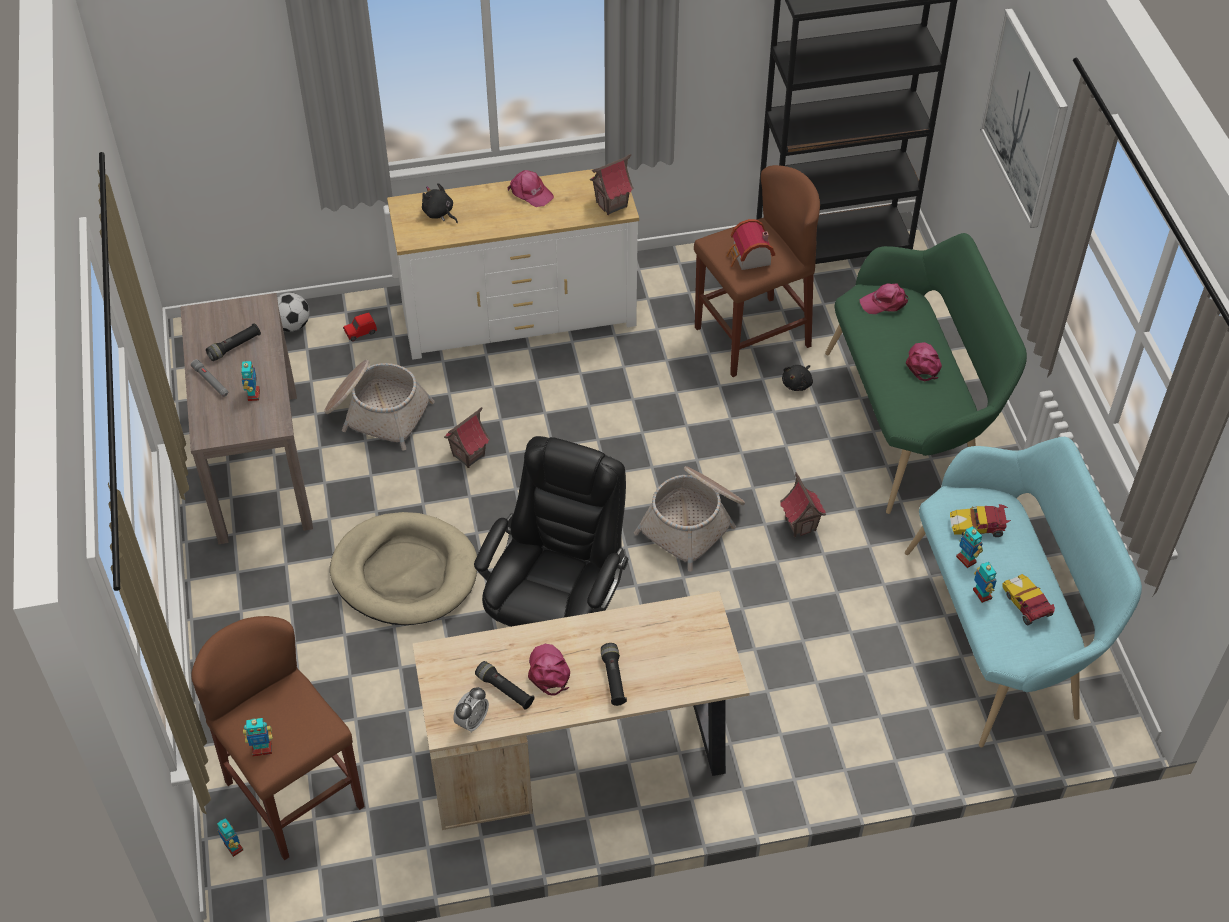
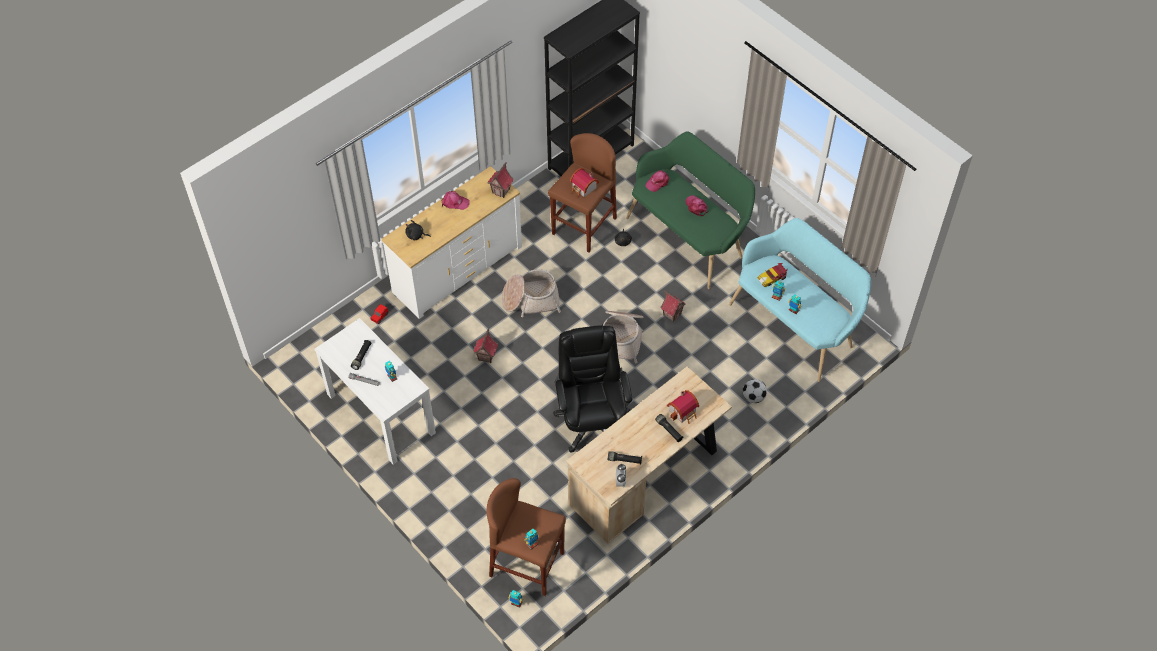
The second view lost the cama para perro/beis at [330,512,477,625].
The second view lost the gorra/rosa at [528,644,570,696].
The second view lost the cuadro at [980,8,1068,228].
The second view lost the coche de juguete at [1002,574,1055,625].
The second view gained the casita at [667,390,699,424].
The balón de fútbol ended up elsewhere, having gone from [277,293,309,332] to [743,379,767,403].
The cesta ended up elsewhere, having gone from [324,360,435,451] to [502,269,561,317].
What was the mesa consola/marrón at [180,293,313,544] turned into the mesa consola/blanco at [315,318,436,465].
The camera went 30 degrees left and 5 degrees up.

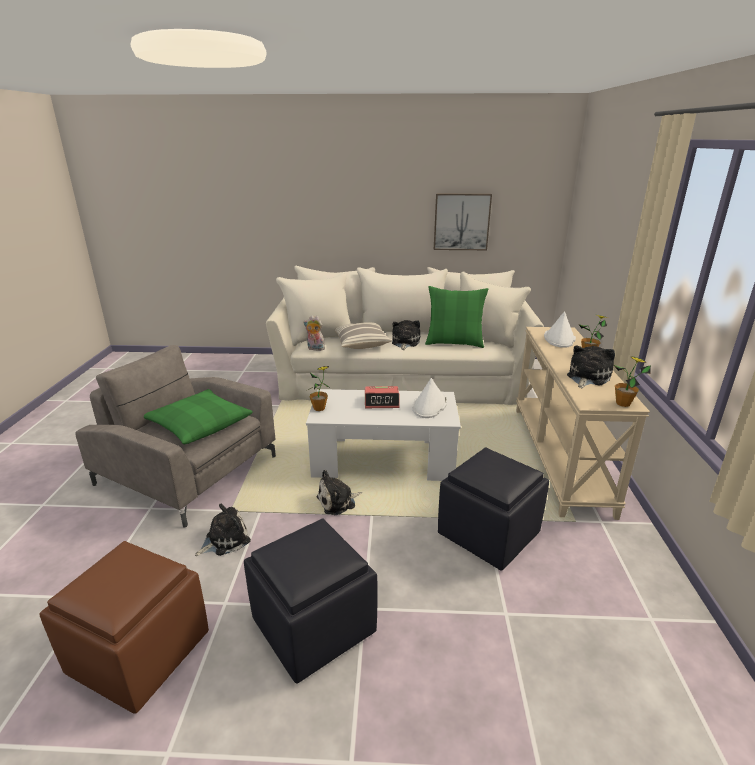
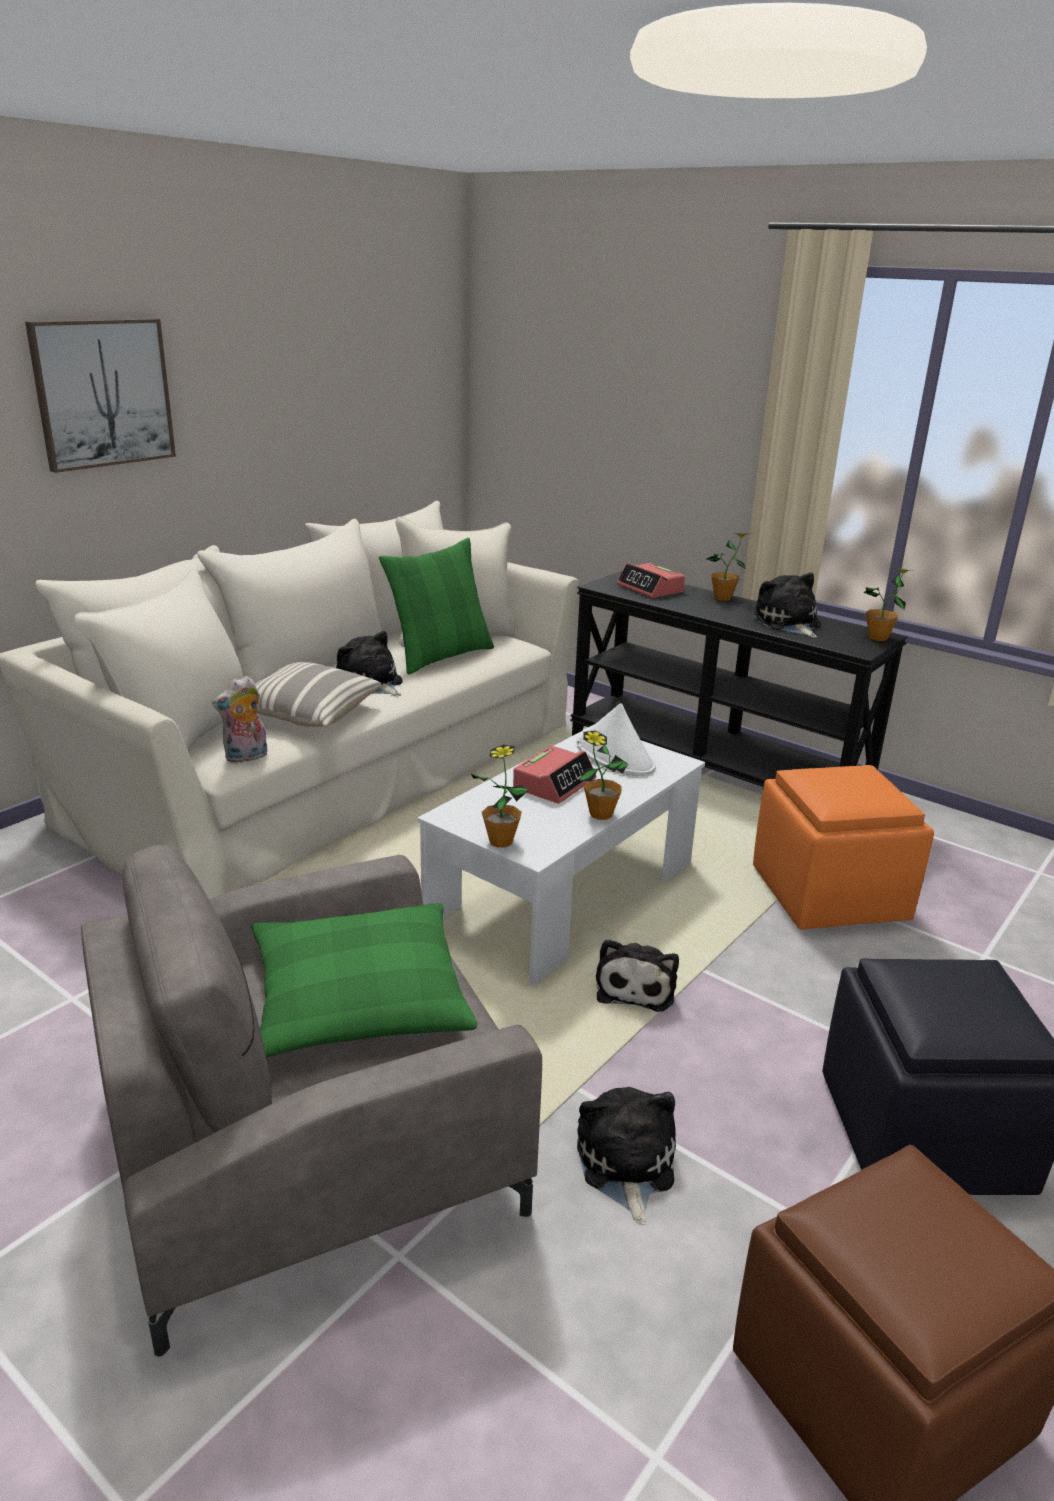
The second view gained the planta en maceta at [579,731,628,820].
The cuadro ended up elsewhere, having gone from [434,194,492,250] to [25,319,176,473].
Where the sombrero/blanco stood at [544,311,576,348], the despertador came to stand at [617,563,685,598].
What was the puf/negro at [438,447,549,571] turned into the puf/naranja at [753,765,934,930].
What was the mesa consola/beis at [516,327,650,520] turned into the mesa consola/negro at [570,571,908,787].
The camera went 55 degrees left and 0 degrees up.

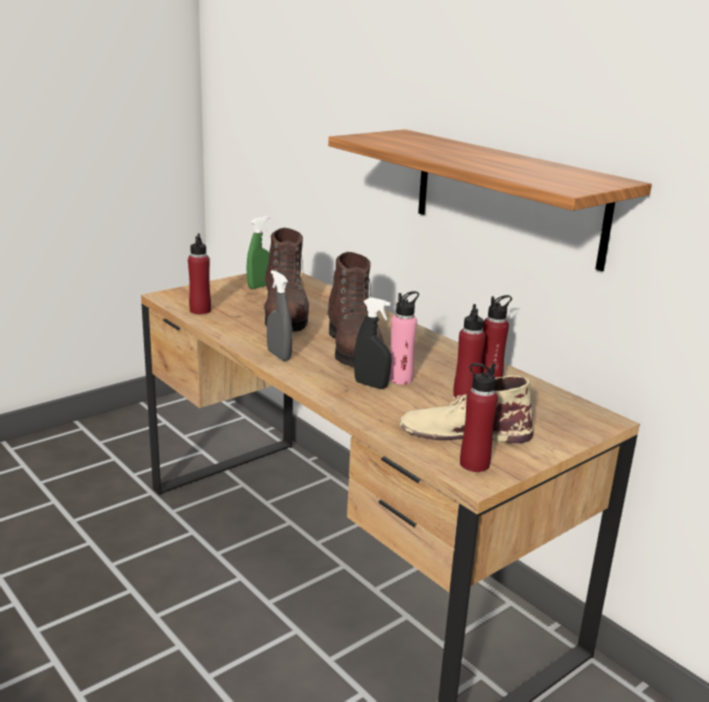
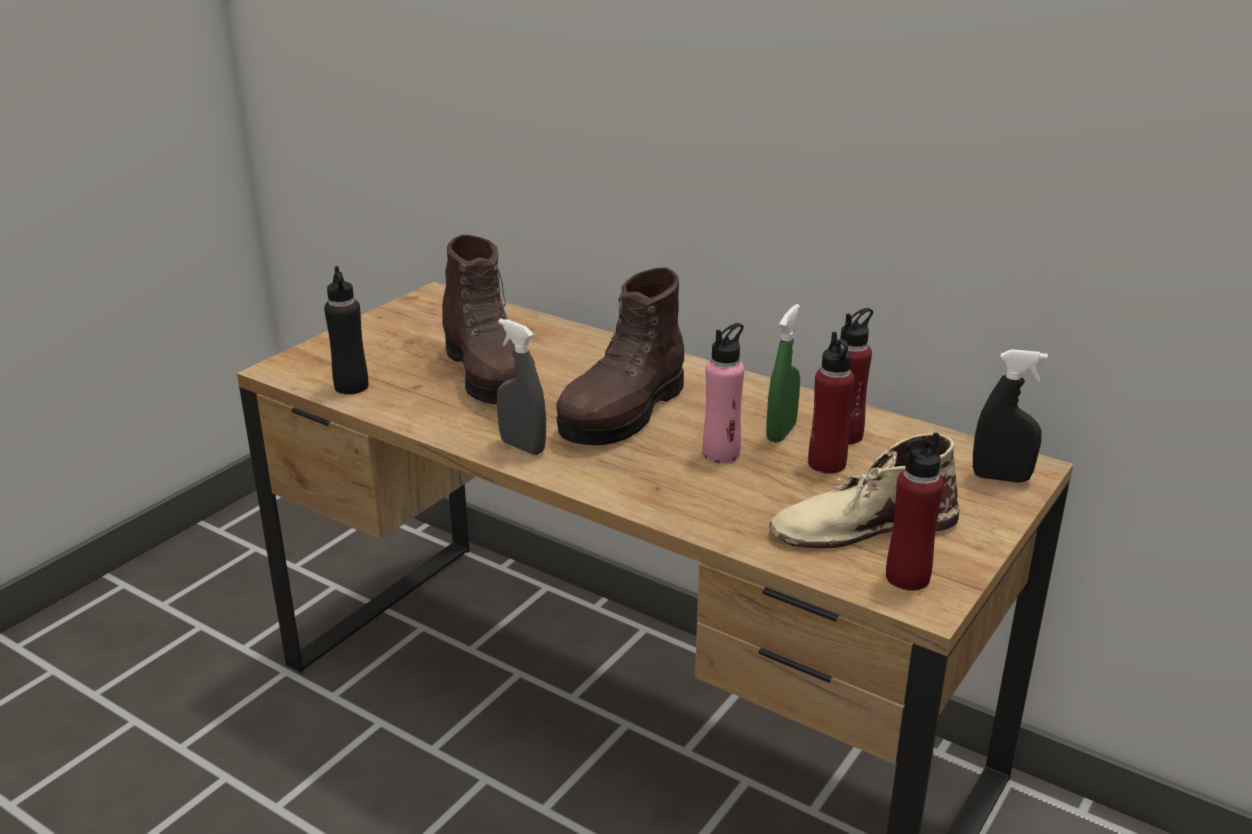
The second view lost the estante at [328,129,652,271].
The pulverizador/verde ended up elsewhere, having gone from [246,216,270,289] to [766,304,800,443].
The pulverizador/negro ended up elsewhere, having gone from [354,297,391,389] to [973,349,1048,482].
What was the botella/rojo at [188,233,211,315] turned into the botella/negro at [324,266,368,394].
The bota/marrón at [327,252,384,367] ended up facing another way, 60 degrees clockwise from before.
The camera went 15 degrees left and 5 degrees up.

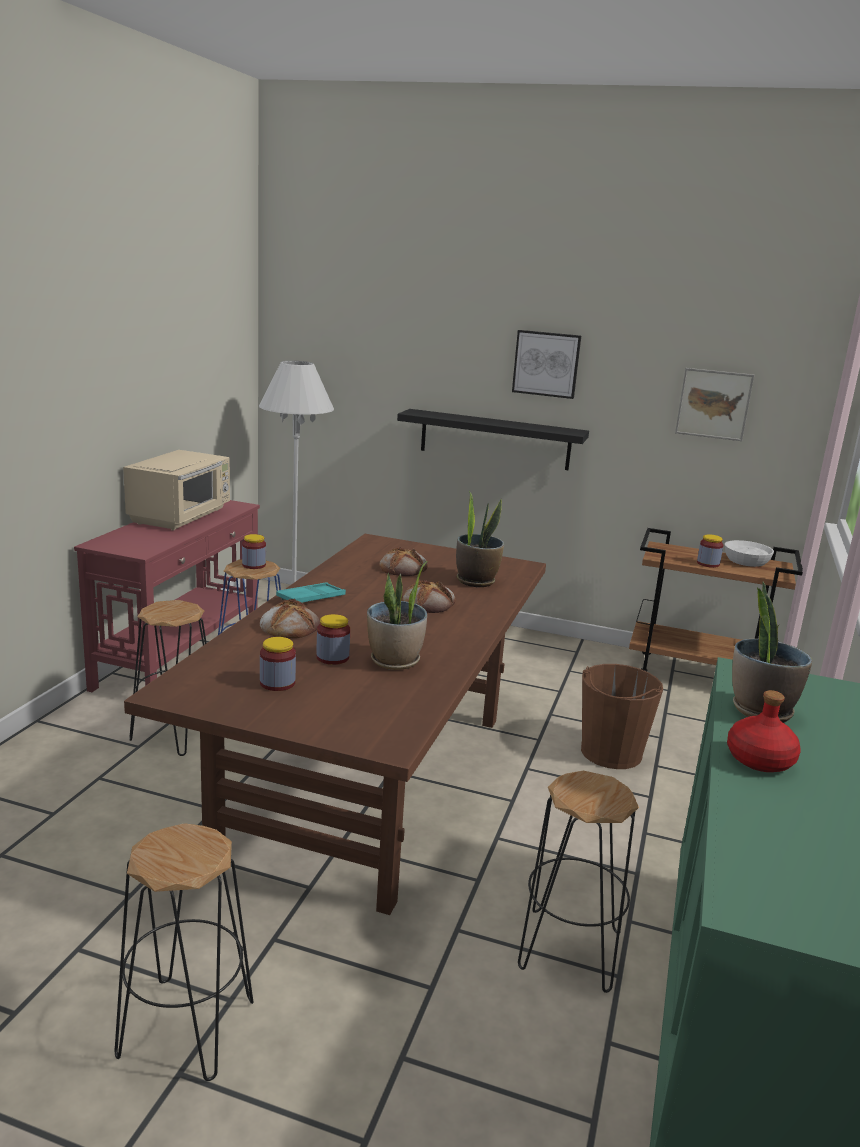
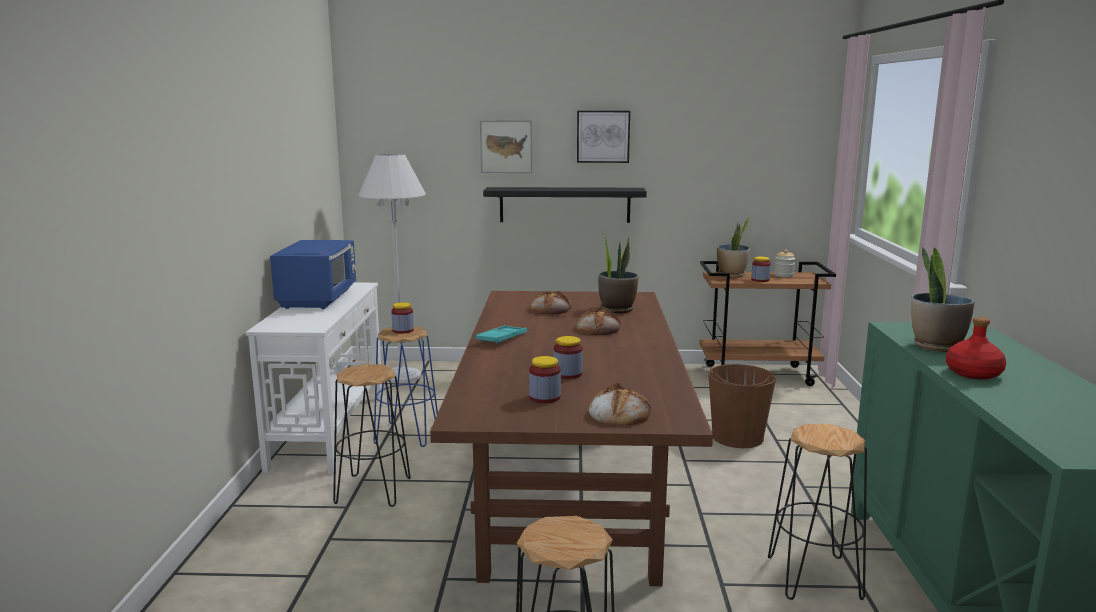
The pan ended up elsewhere, having gone from [260,599,320,638] to [589,383,651,426].
The planta en maceta ended up elsewhere, having gone from [367,561,428,670] to [717,216,751,278].
The cuadro ended up elsewhere, having gone from [675,368,754,441] to [480,120,532,173].
Where the cuenco/blanco stood at [725,540,774,567], the tarro came to stand at [774,250,795,277].
What was the mesa consola/rojo at [74,500,260,692] turned into the mesa consola/blanco at [246,283,383,474].
What was the microondas/beis at [123,450,230,530] turned into the microondas/azul at [270,240,356,309].
The camera went 15 degrees left and 5 degrees down.

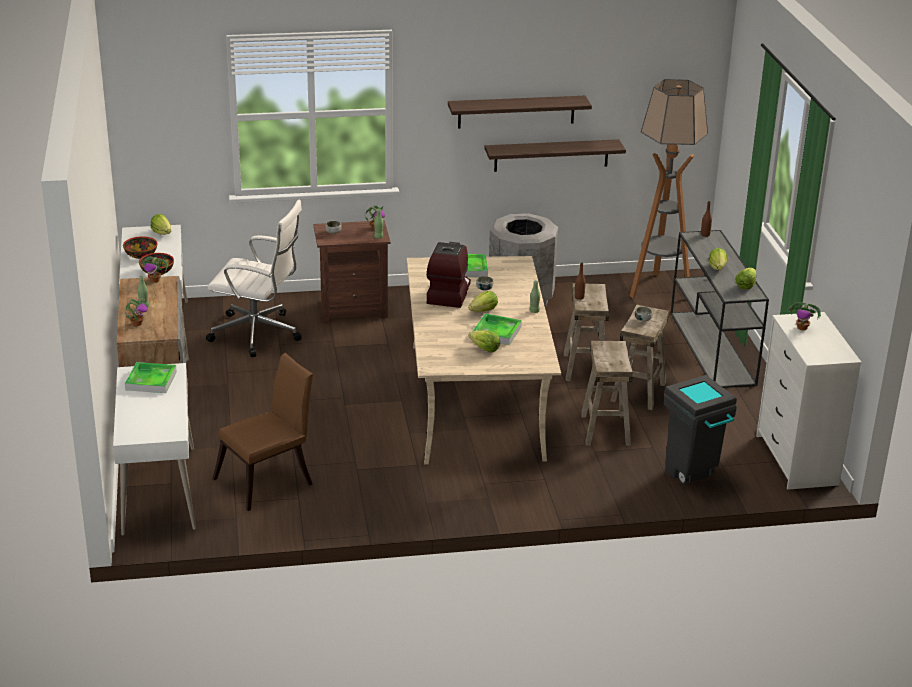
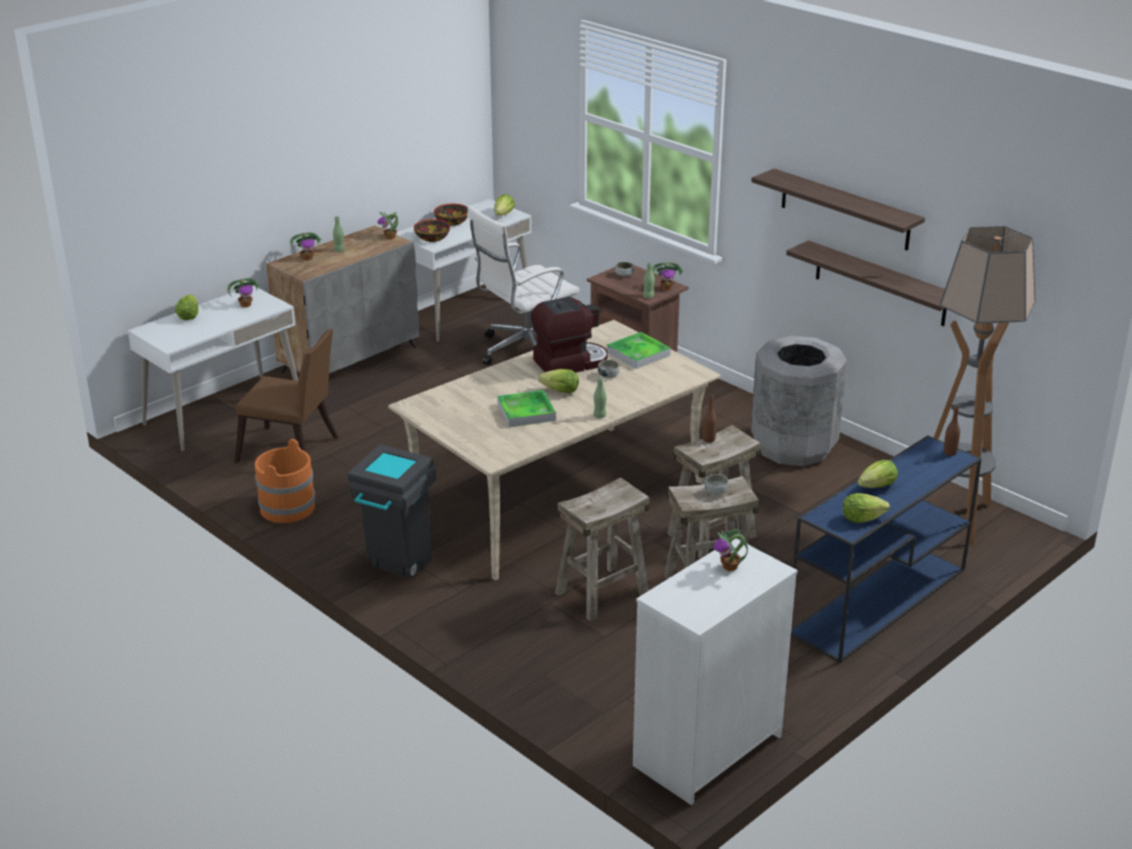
The second view gained the cubo/naranja at [255,439,315,523].
The lechuga ended up elsewhere, having gone from [468,330,500,352] to [175,294,199,320].
The papelera/gris ended up elsewhere, having gone from [664,375,737,484] to [347,444,436,578].
Where the bandeja stood at [125,362,177,393], the planta en maceta came to stand at [227,278,261,307].
What was the mesa consola/gris at [671,230,769,388] turned into the mesa consola/azul at [791,435,982,663].
The silla de oficina/blanco at [206,200,302,357] ended up facing another way, 75 degrees clockwise from before.
The camera went 55 degrees right and 0 degrees up.

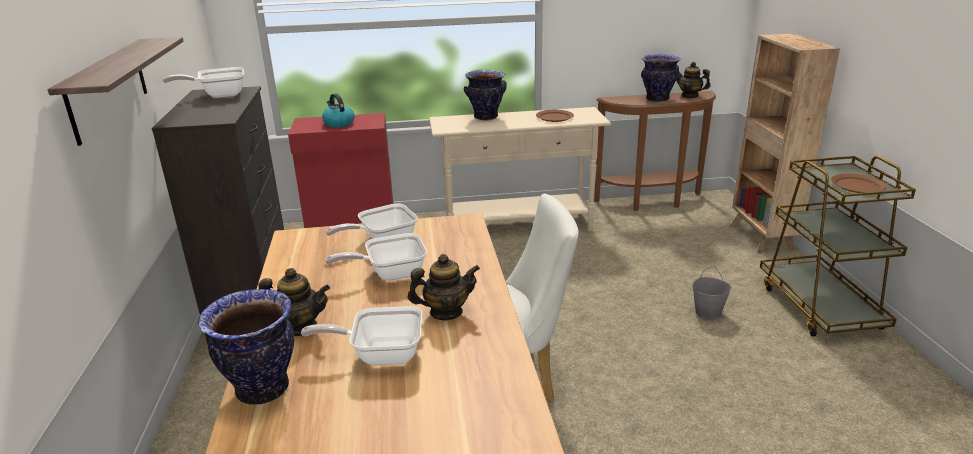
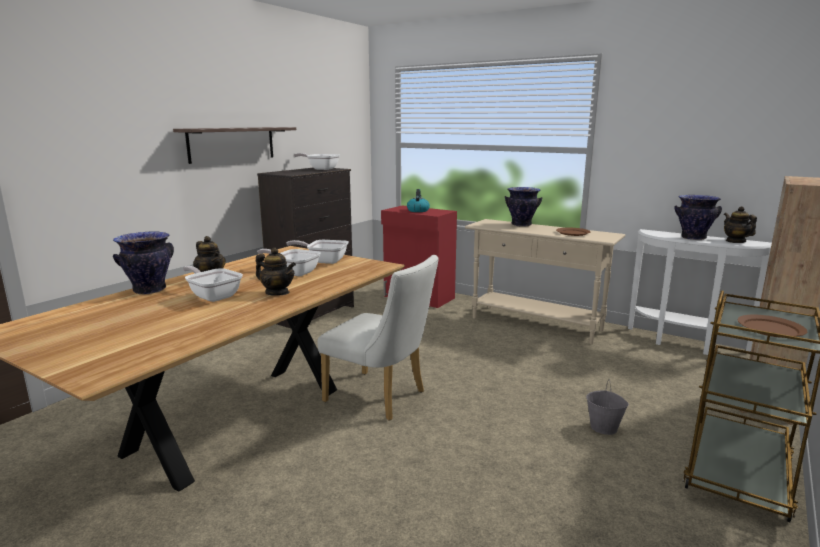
What was the mesa consola/marrón at [594,91,716,211] turned into the mesa consola/blanco at [628,229,772,355].
The camera went 40 degrees right and 10 degrees down.

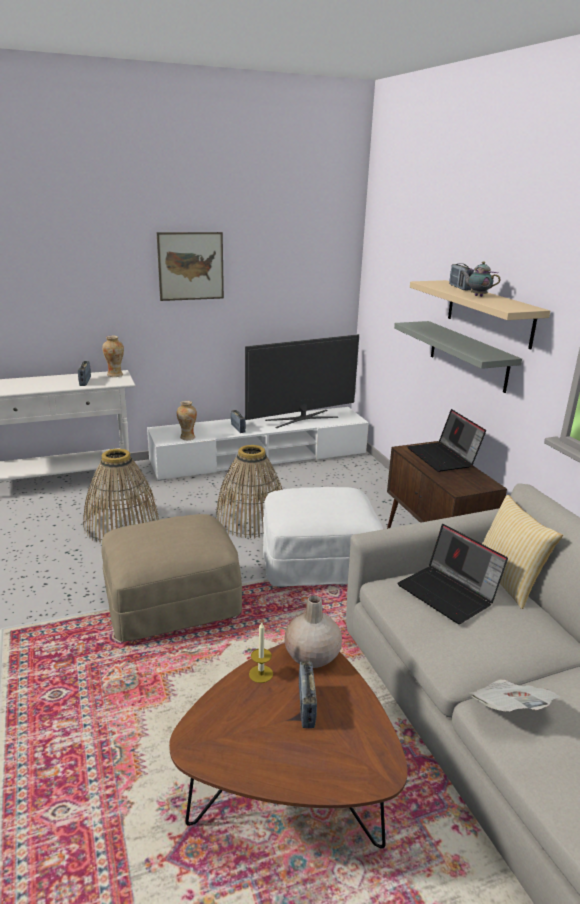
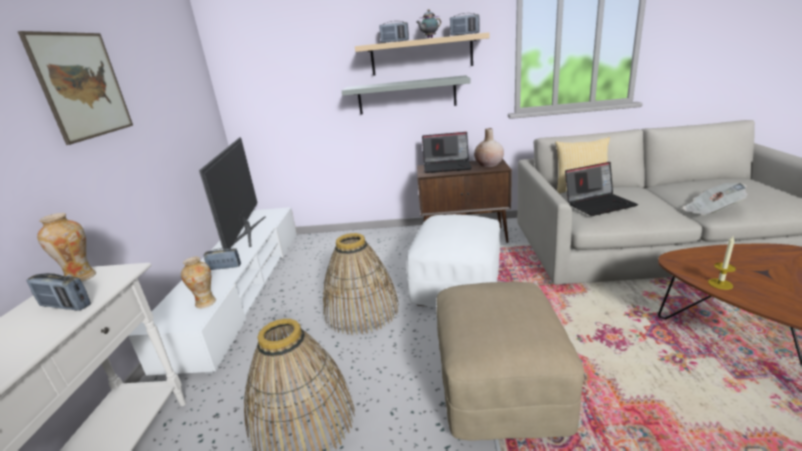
The florero/beis ended up elsewhere, having gone from [284,595,342,668] to [474,128,504,167].
The radio ended up elsewhere, having gone from [299,661,317,728] to [450,13,480,36].
The camera went 65 degrees left and 0 degrees up.

